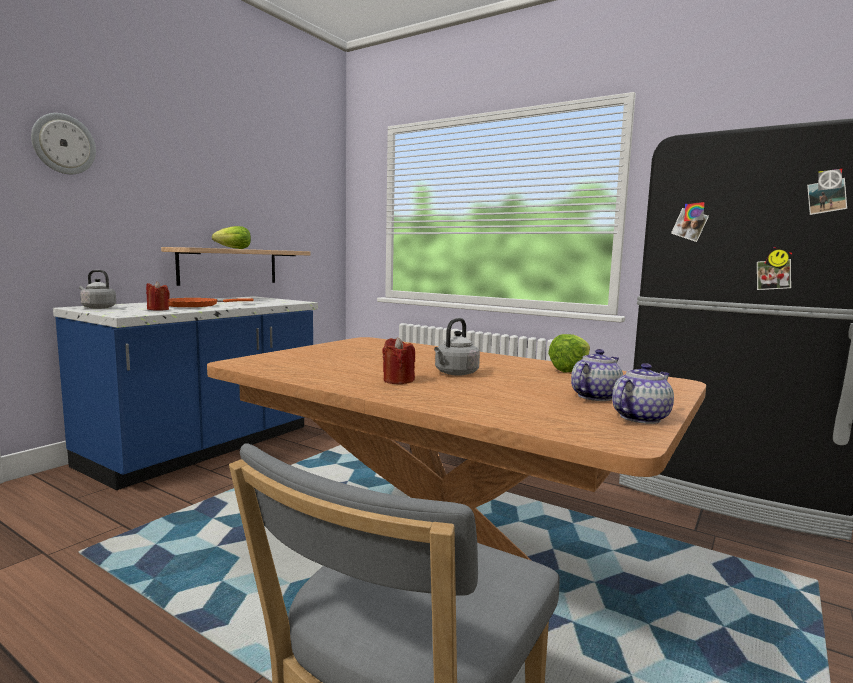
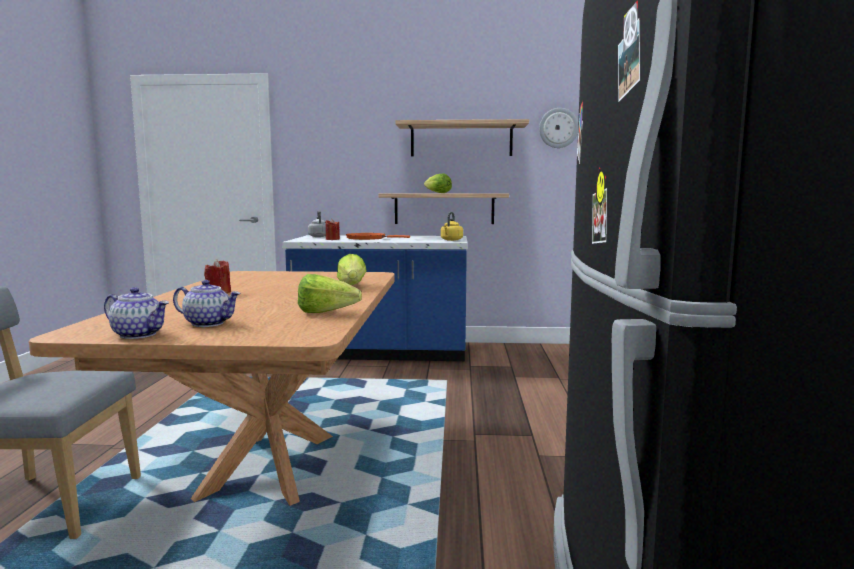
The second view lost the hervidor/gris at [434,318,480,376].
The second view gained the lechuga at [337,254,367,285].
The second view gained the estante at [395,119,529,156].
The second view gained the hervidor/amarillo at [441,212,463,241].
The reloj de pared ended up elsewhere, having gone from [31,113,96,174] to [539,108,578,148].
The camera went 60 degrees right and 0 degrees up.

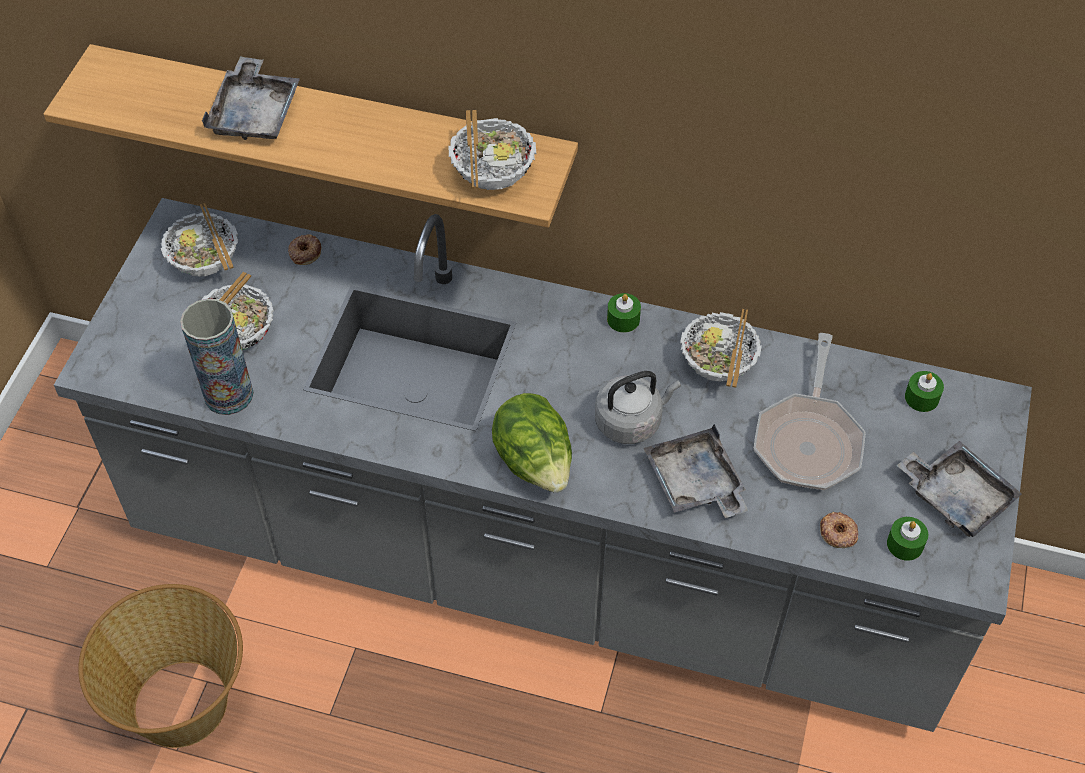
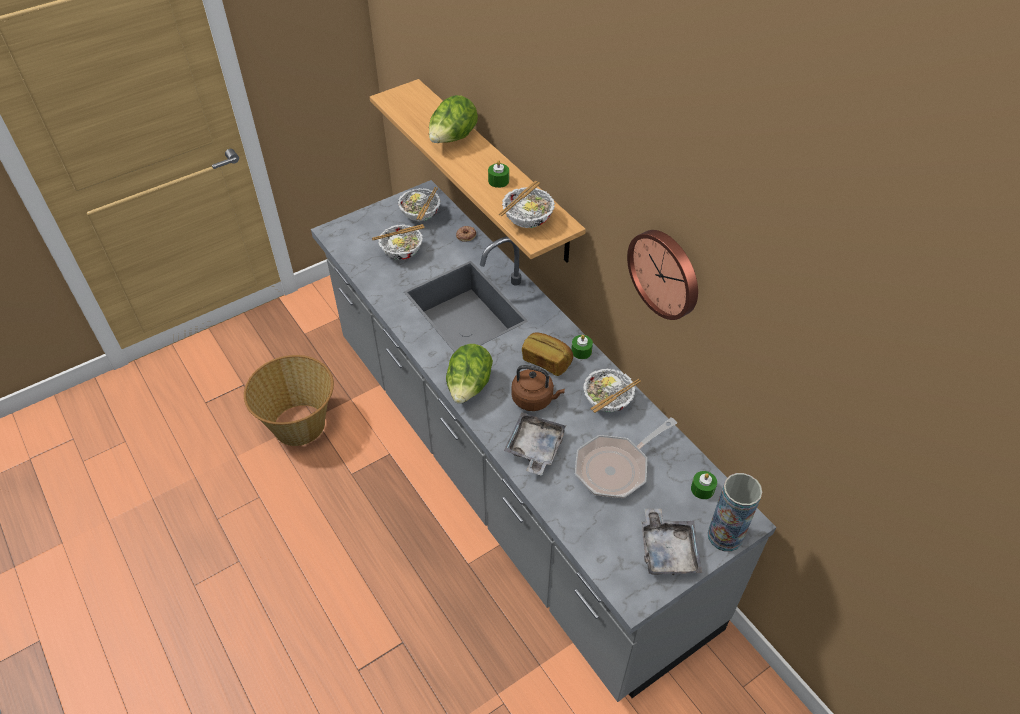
The second view lost the rosquilla at [820,512,858,548].
The second view gained the pan at [522,333,573,376].
The second view gained the reloj de pared at [627,230,698,320].
The florero ended up elsewhere, having gone from [180,299,254,415] to [708,473,762,552].
The vela/verde ended up elsewhere, having gone from [887,517,928,561] to [488,160,509,188].
Where the bandeja/gris stood at [202,56,300,140], the lechuga came to stand at [429,95,478,143].
What was the hervidor/gris at [595,371,681,444] turned into the hervidor/marrón at [511,365,565,411].
The camera went 40 degrees right and 5 degrees down.

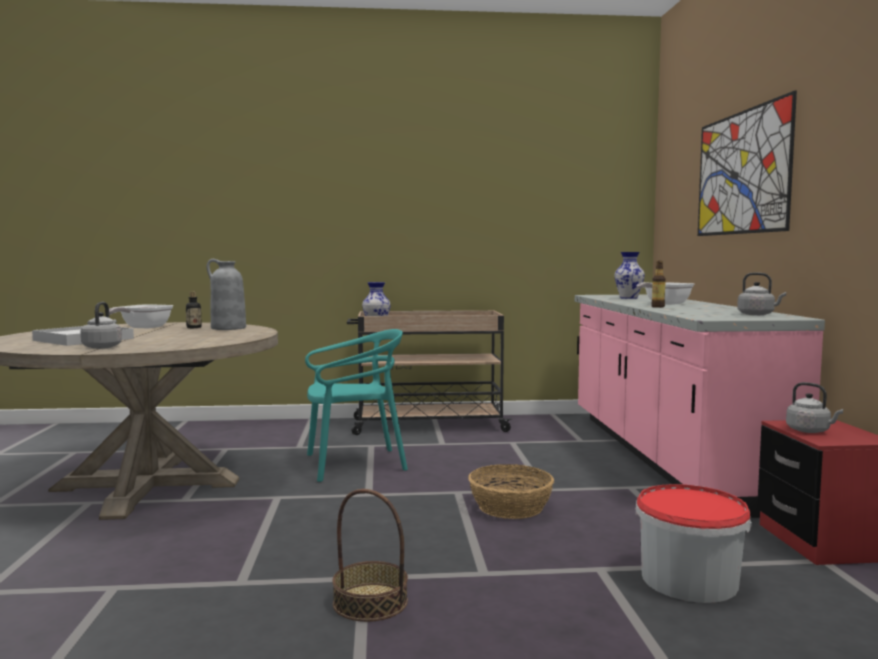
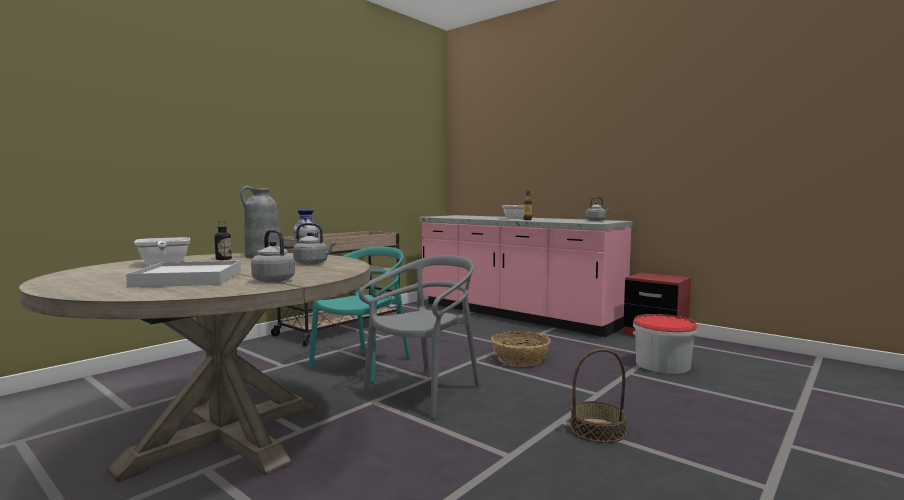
The second view lost the florero at [614,252,645,299].
The second view lost the cuadro at [698,91,797,236].
The second view gained the silla/gris at [359,255,480,419].
The hervidor/gris ended up elsewhere, having gone from [786,382,843,433] to [293,223,336,265].
The camera went 45 degrees left and 0 degrees up.

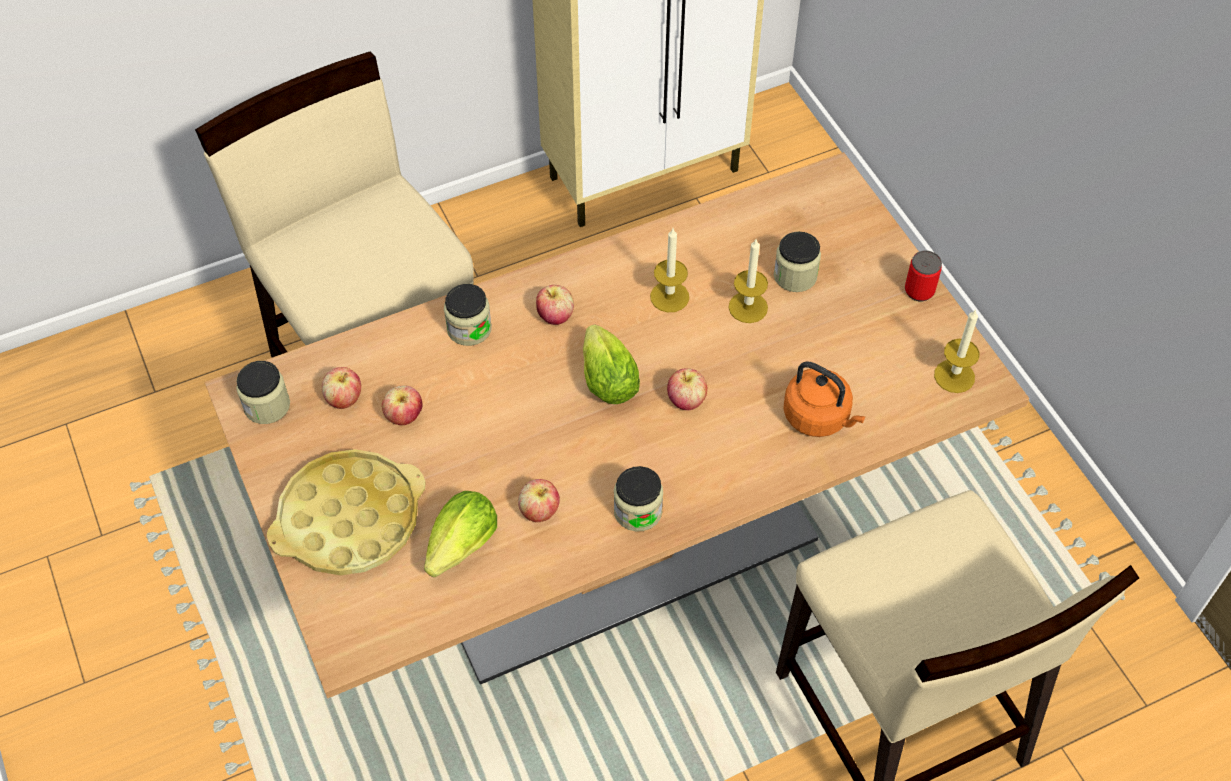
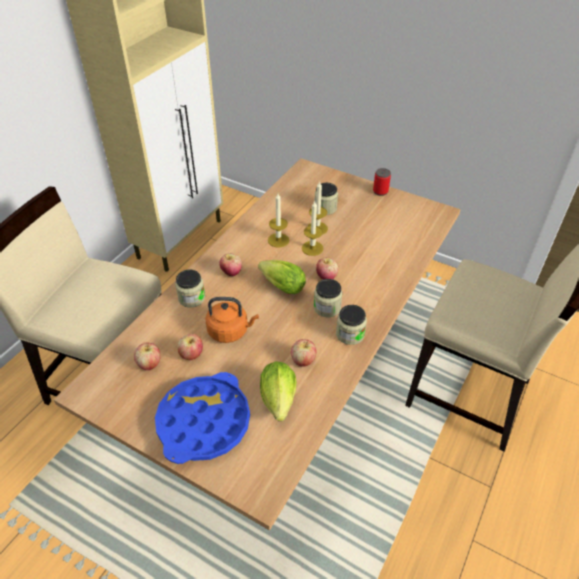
The tarro ended up elsewhere, having gone from [236,361,290,424] to [314,279,342,317].
The hervidor/naranja ended up elsewhere, having gone from [783,362,865,437] to [205,297,259,343].
The vela ended up elsewhere, having gone from [934,309,980,393] to [302,201,324,256].
What was the bandeja/amarillo at [267,449,426,575] turned into the bandeja/azul at [155,372,250,464].
The camera went 35 degrees left and 10 degrees down.

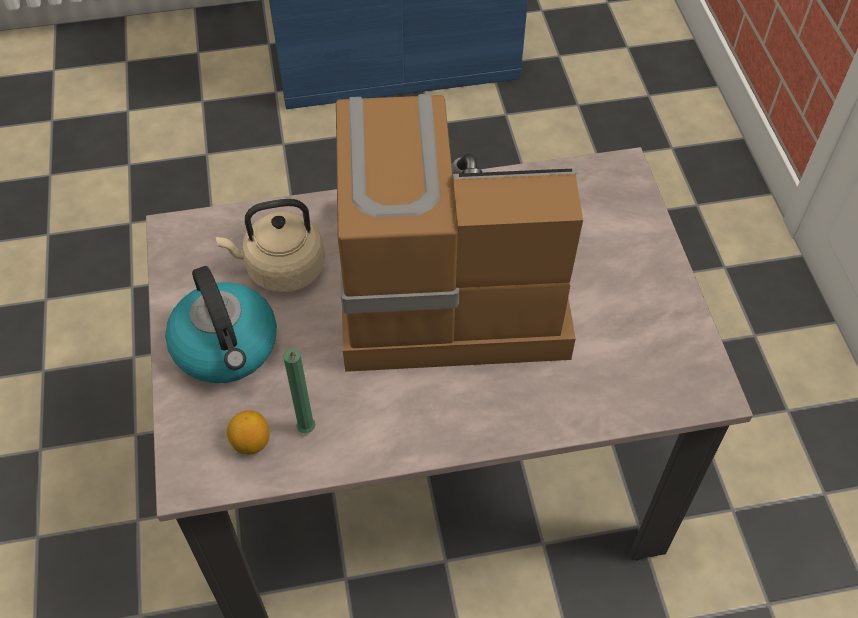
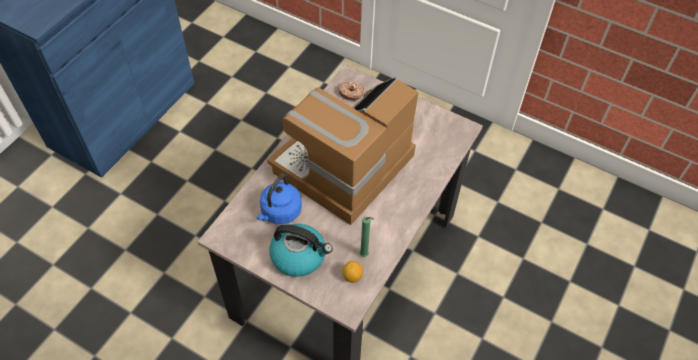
The second view gained the rosquilla at [338,82,364,101].
What was the hervidor/beis at [216,199,325,293] turned into the hervidor/azul at [257,174,302,225].
The camera went 50 degrees left and 0 degrees up.

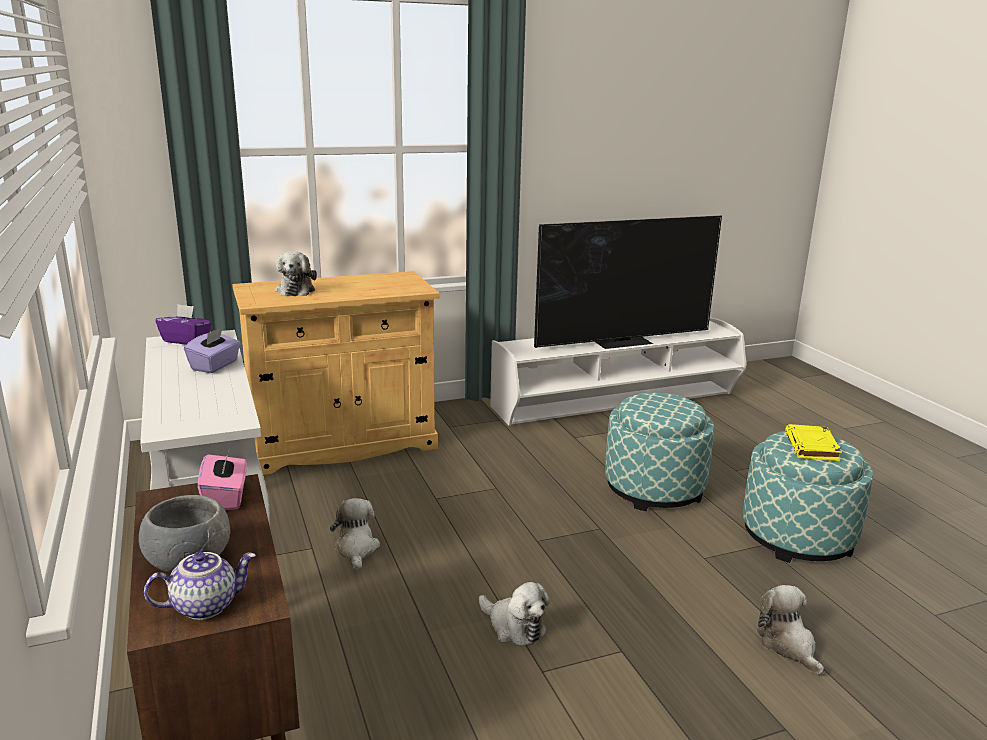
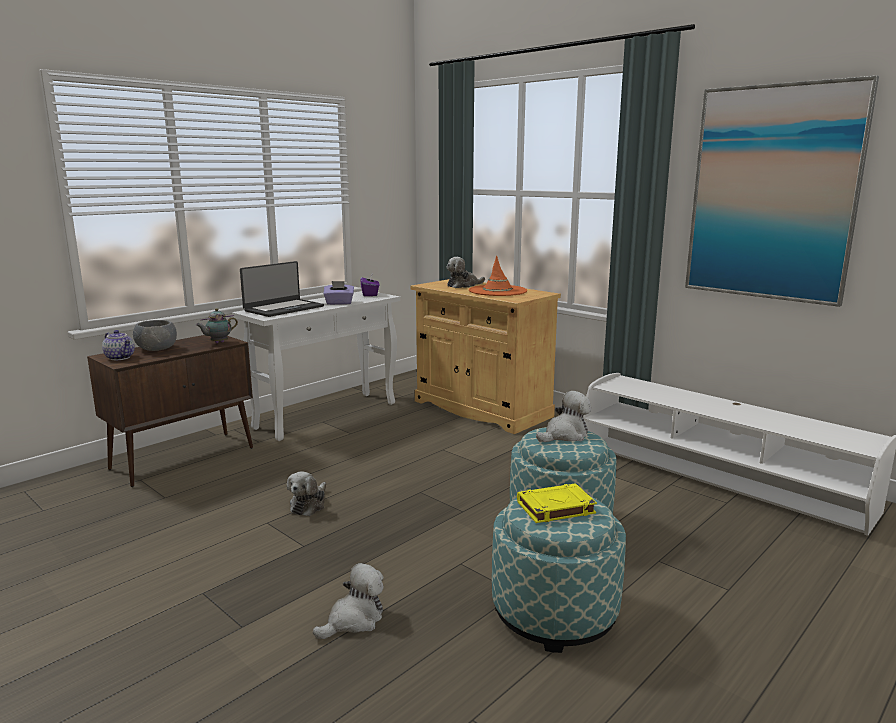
The second view lost the televisor at [534,215,722,349].
The second view gained the portátil at [240,261,324,317].
The second view gained the sombrero/naranja at [469,256,527,296].
The second view gained the cuadro at [685,75,879,307].
The peluche ended up elsewhere, having gone from [330,498,380,571] to [536,391,591,442].
Where the caja de pañuelos/rosa stood at [198,449,247,510], the tetera came to stand at [196,308,238,343].
The camera went 65 degrees right and 5 degrees down.

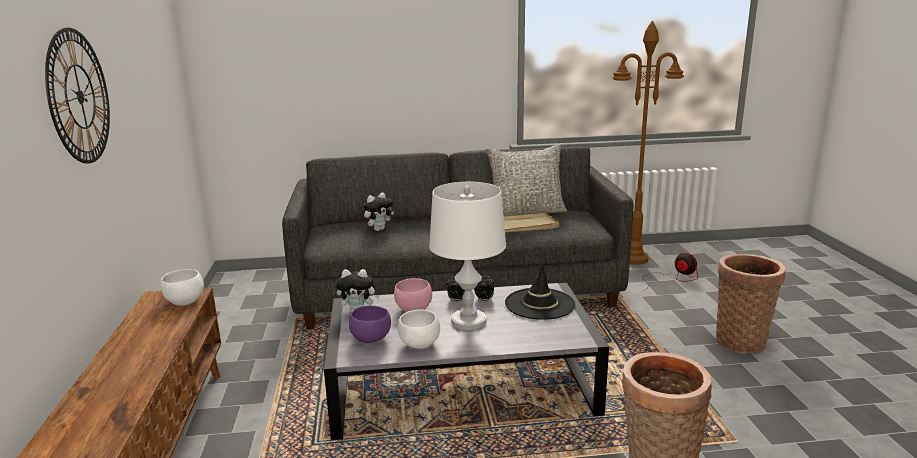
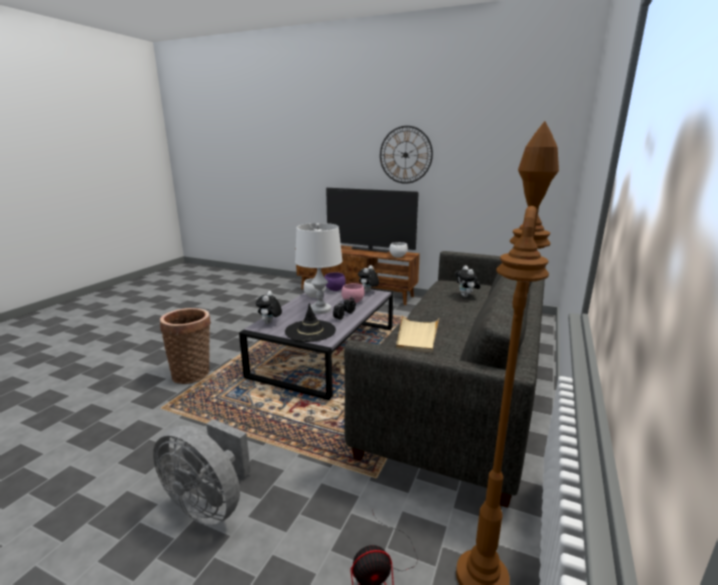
The second view lost the cojín/gris at [486,144,567,216].
The second view gained the peluche at [256,291,282,324].
The second view gained the televisor at [326,188,419,252].
Where the cesta stood at [716,254,786,354], the ventilador/gris came to stand at [153,419,251,525].
The camera went 120 degrees right and 0 degrees up.

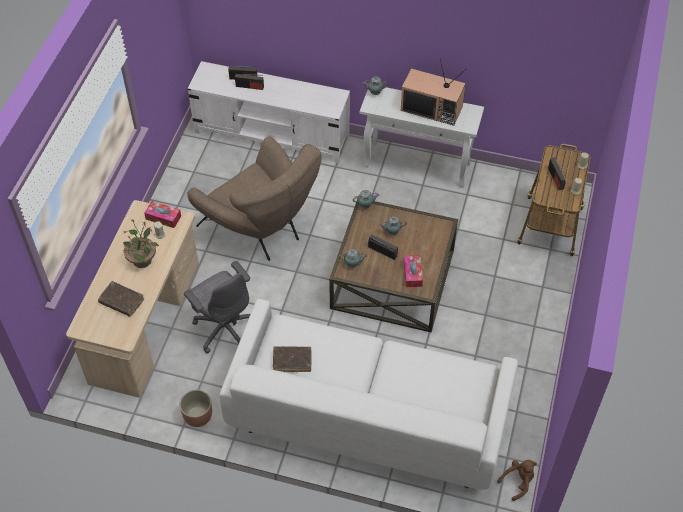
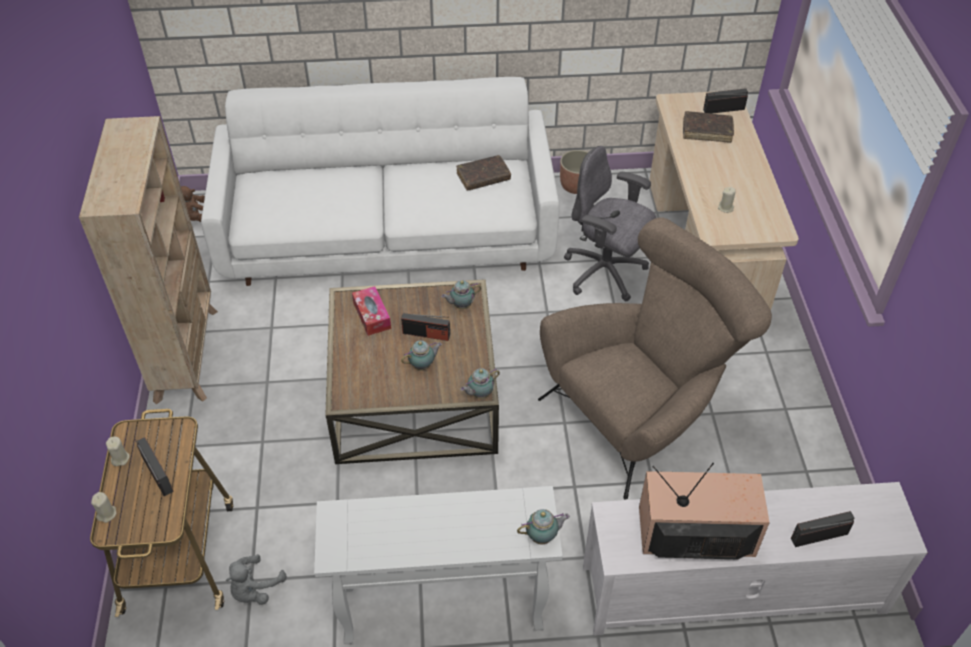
The second view lost the planta en maceta at [123,219,159,268].
The second view lost the caja de pañuelos at [144,201,181,228].
The second view gained the estantería/beis at [79,116,218,404].
The second view gained the peluche/gris at [226,554,287,605].
The radio ended up elsewhere, having gone from [235,74,264,90] to [703,88,748,114].
The televisor ended up elsewhere, having gone from [401,58,467,126] to [639,463,770,559].
The sillón/marrón at [187,136,322,261] ended up facing another way, 120 degrees clockwise from before.
The camera went 160 degrees right and 5 degrees down.

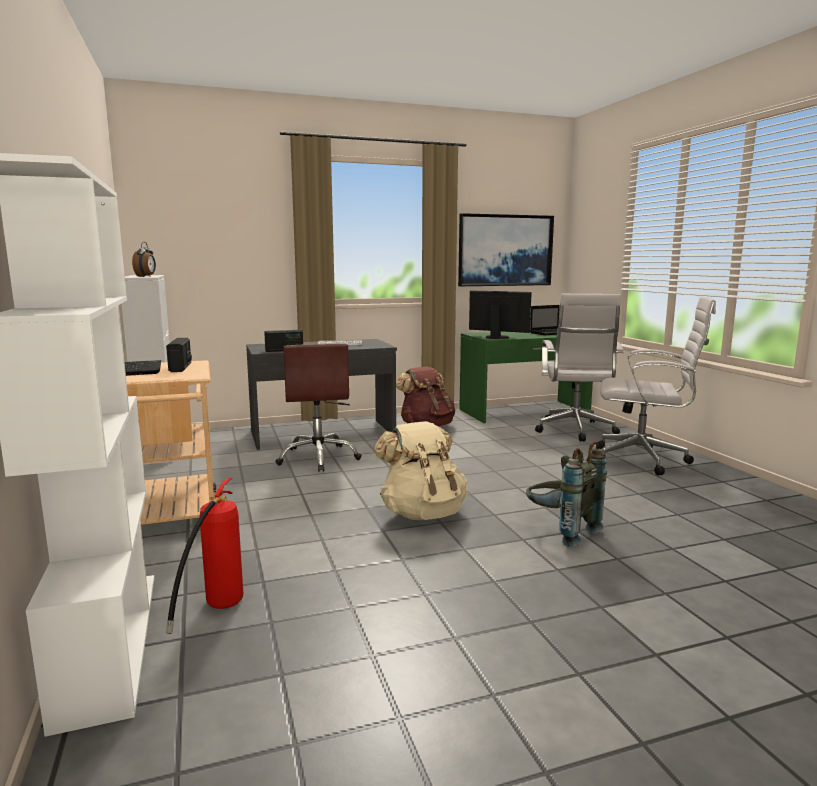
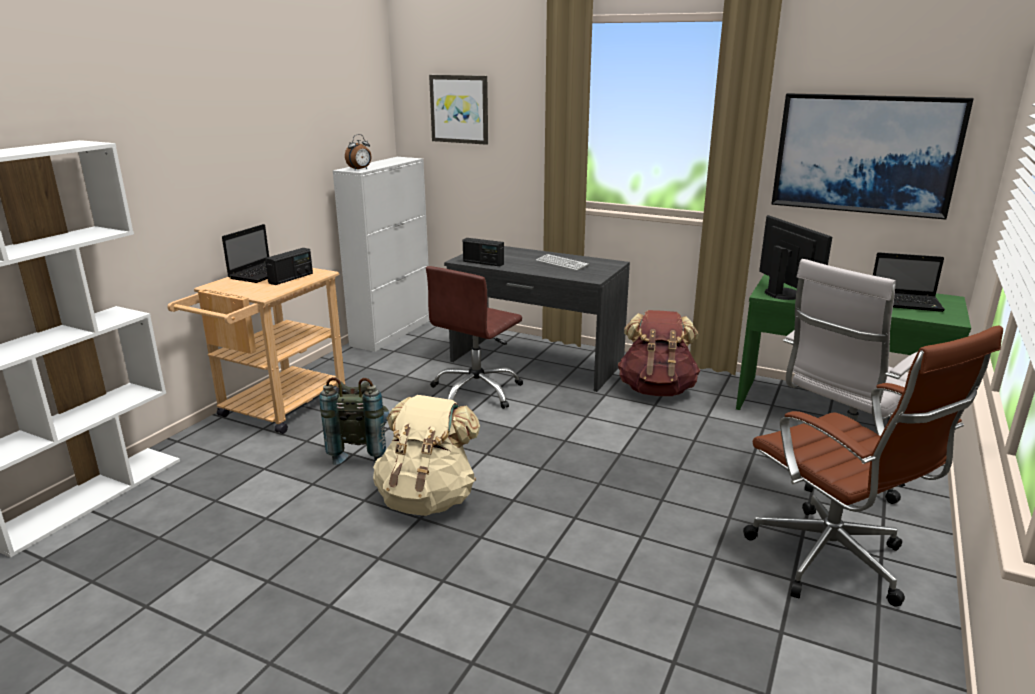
The second view lost the extintor at [166,478,243,634].
The second view gained the cuadro at [429,75,488,145].
The mochila/gris ended up elsewhere, having gone from [526,442,607,547] to [319,377,389,465].
What was the silla de oficina/blanco at [597,296,716,476] turned into the silla de oficina/marrón at [743,325,1003,607].
The camera went 45 degrees right and 10 degrees up.

